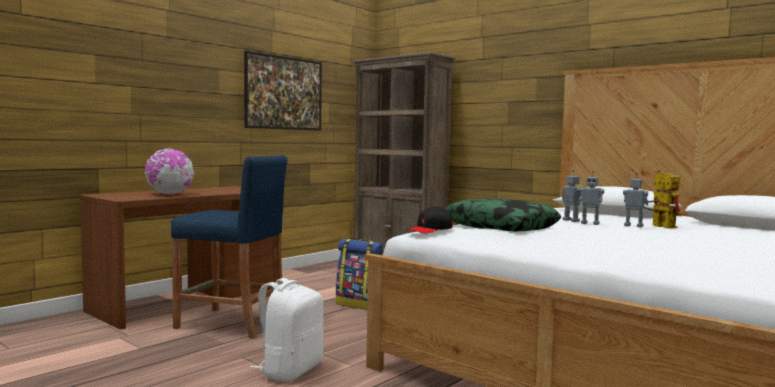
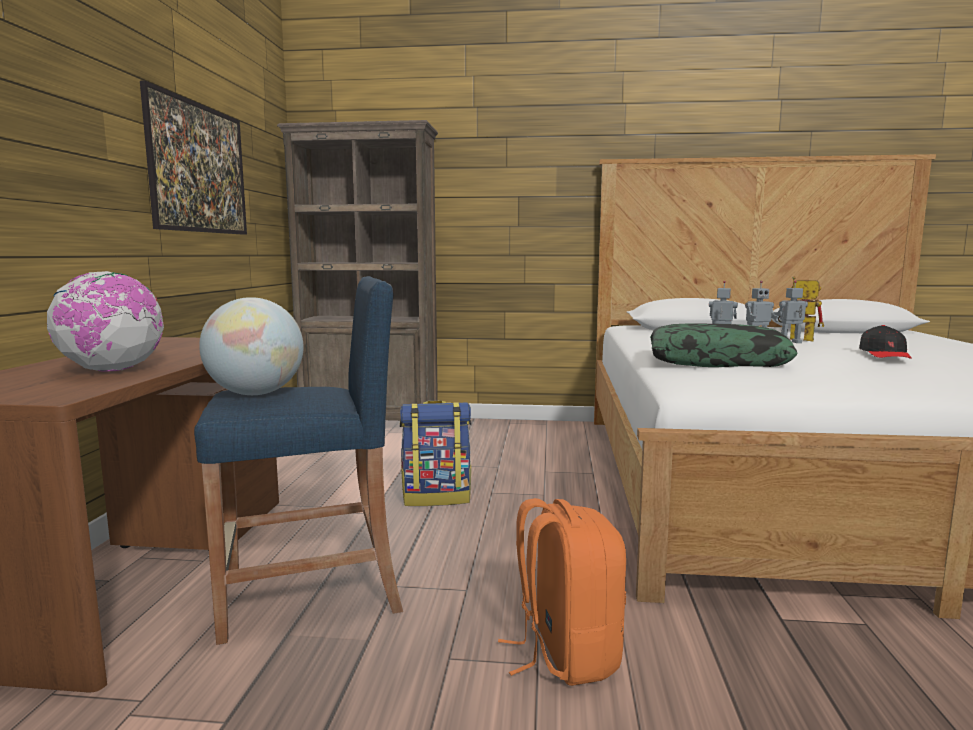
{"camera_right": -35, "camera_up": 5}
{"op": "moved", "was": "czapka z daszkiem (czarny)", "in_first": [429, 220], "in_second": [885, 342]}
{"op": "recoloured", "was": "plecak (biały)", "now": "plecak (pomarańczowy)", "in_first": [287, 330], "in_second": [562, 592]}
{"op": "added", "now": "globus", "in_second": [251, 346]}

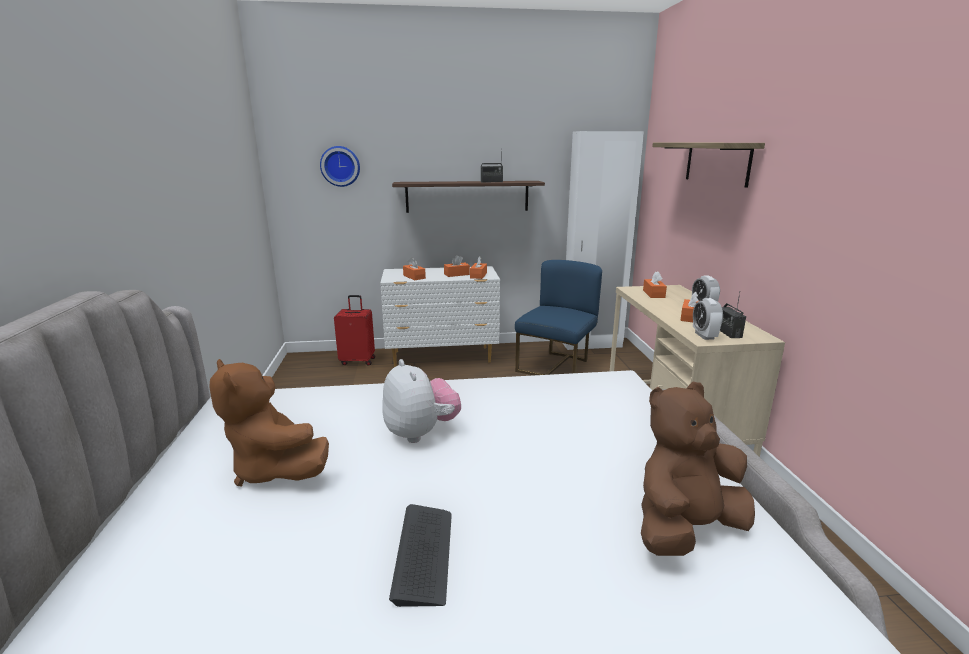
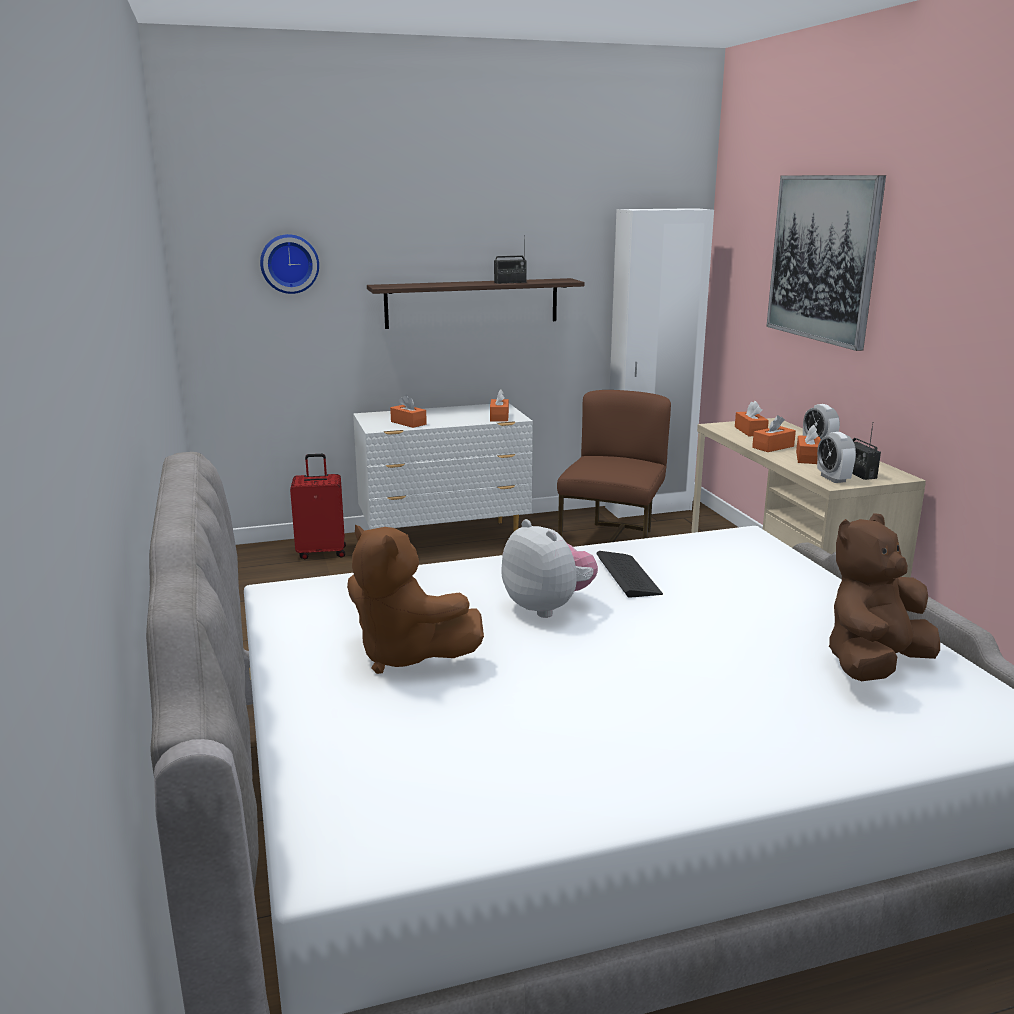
{"camera_right": -10, "camera_up": 0}
{"op": "replaced", "was": "półka", "now": "obraz", "in_first": [708, 165], "in_second": [826, 263]}
{"op": "moved", "was": "pudełko chusteczek (pomarańczowy)", "in_first": [457, 266], "in_second": [774, 433]}
{"op": "recoloured", "was": "krzesło (niebieski)", "now": "krzesło (brązowy)", "in_first": [558, 317], "in_second": [614, 466]}
{"op": "moved", "was": "klawiatura", "in_first": [420, 555], "in_second": [629, 574]}

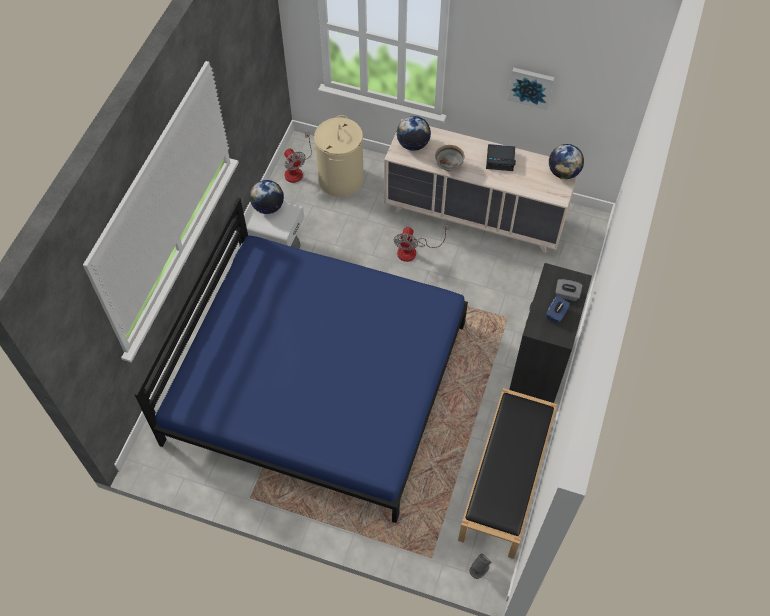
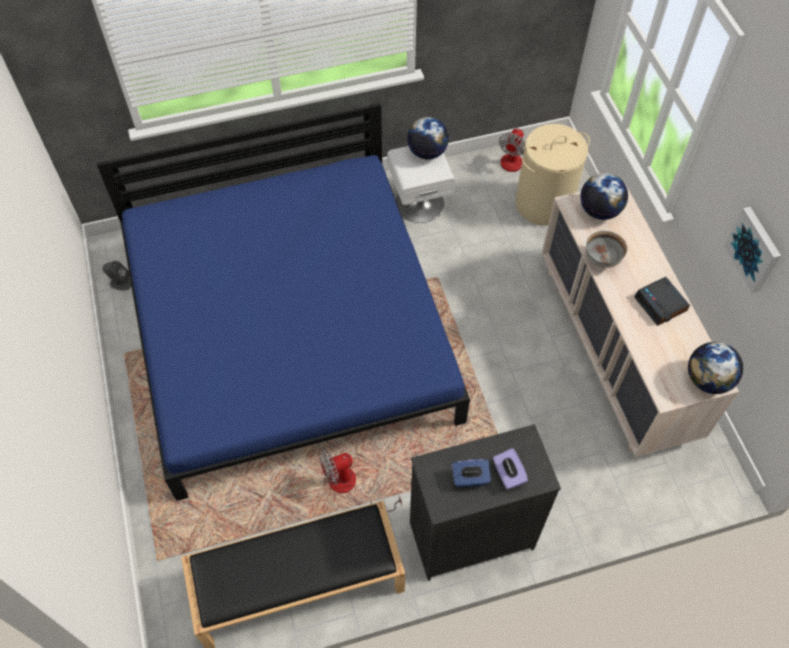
{"camera_right": 55, "camera_up": 0}
{"op": "moved", "was": "wentylator", "in_first": [421, 243], "in_second": [360, 481]}
{"op": "recoloured", "was": "pudełko chusteczek (szary)", "now": "pudełko chusteczek (fioletowy)", "in_first": [568, 290], "in_second": [510, 469]}
{"op": "moved", "was": "głośnik (szary)", "in_first": [480, 566], "in_second": [116, 276]}

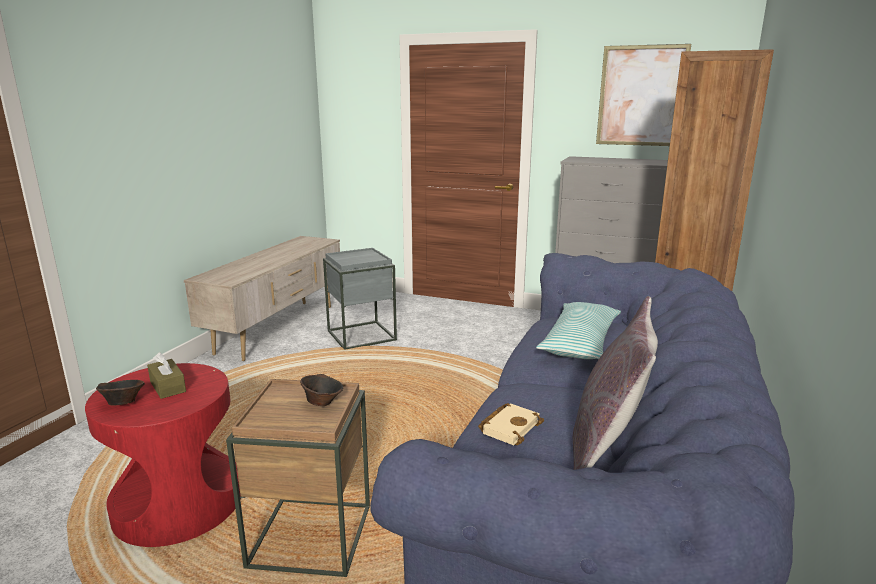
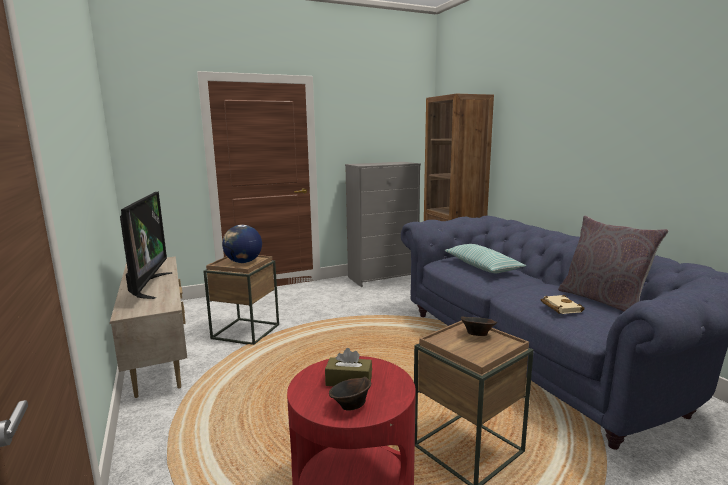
{"camera_right": -45, "camera_up": -5}
{"op": "removed", "was": "obraz", "in_first": [643, 95]}
{"op": "recoloured", "was": "stolik (szary)", "now": "stolik (brązowy)", "in_first": [360, 299], "in_second": [241, 300]}
{"op": "added", "now": "telewizor", "in_second": [146, 245]}
{"op": "added", "now": "globus", "in_second": [242, 244]}

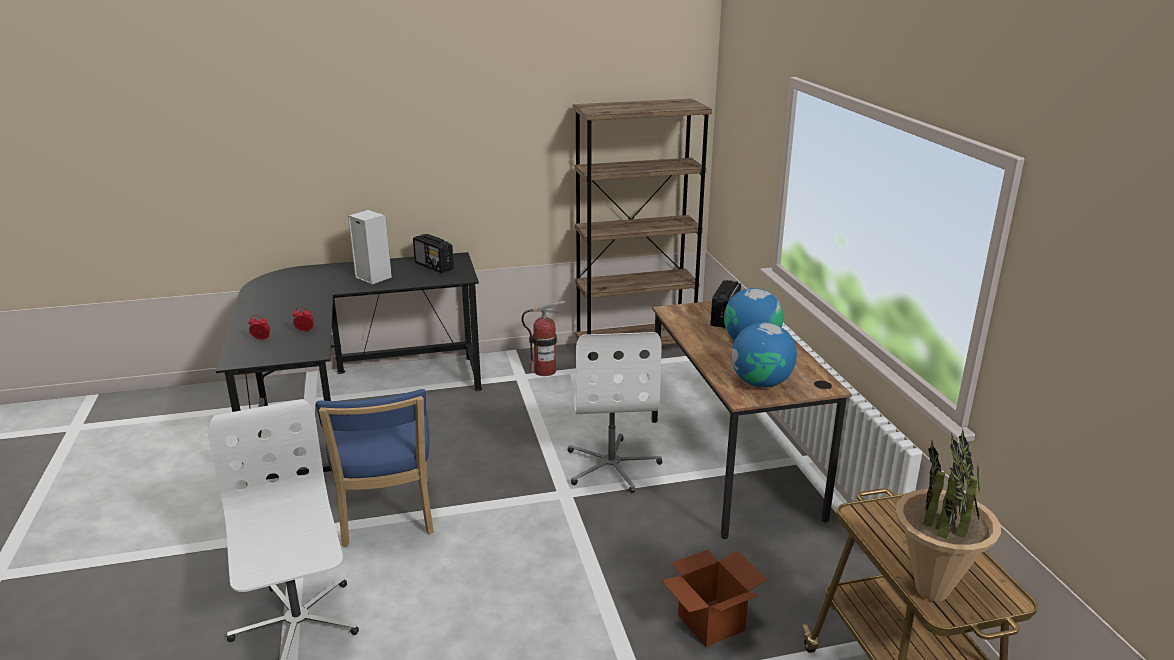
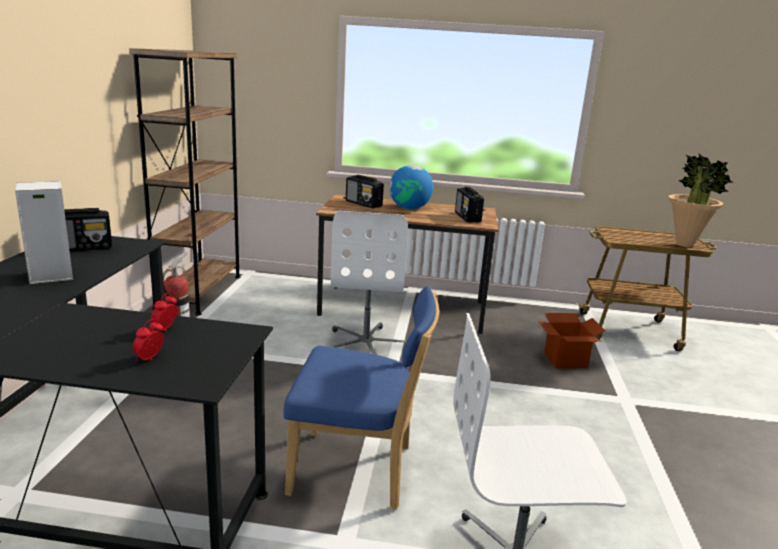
{"camera_right": -70, "camera_up": -5}
{"op": "replaced", "was": "globus", "now": "radio", "in_first": [764, 355], "in_second": [469, 205]}
{"op": "turned", "was": "krzesło biurowe (biały)", "in_first": [614, 412], "in_second": [369, 283], "clockwise": 75}

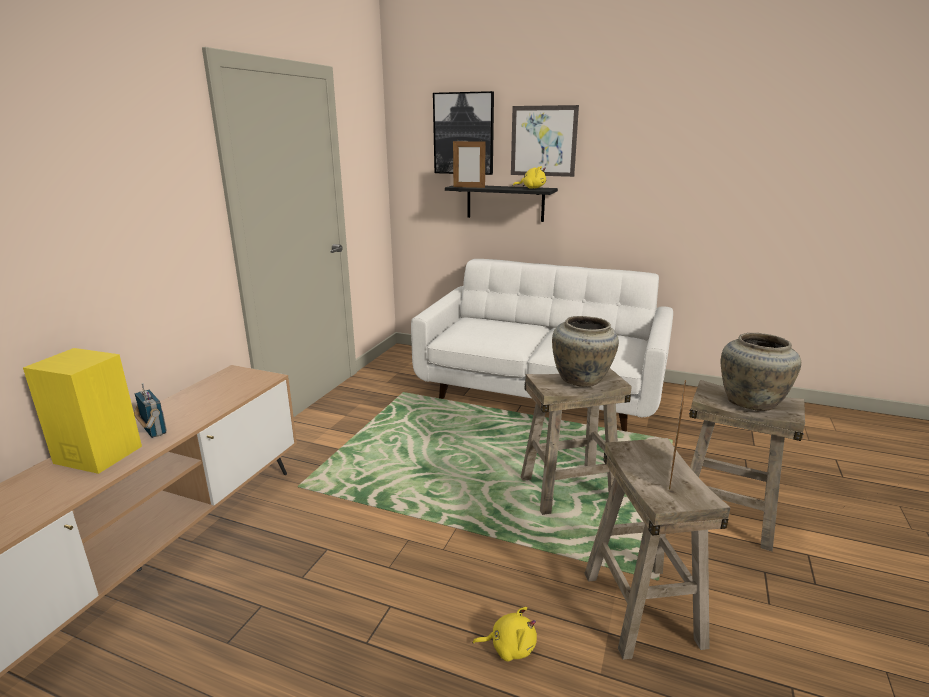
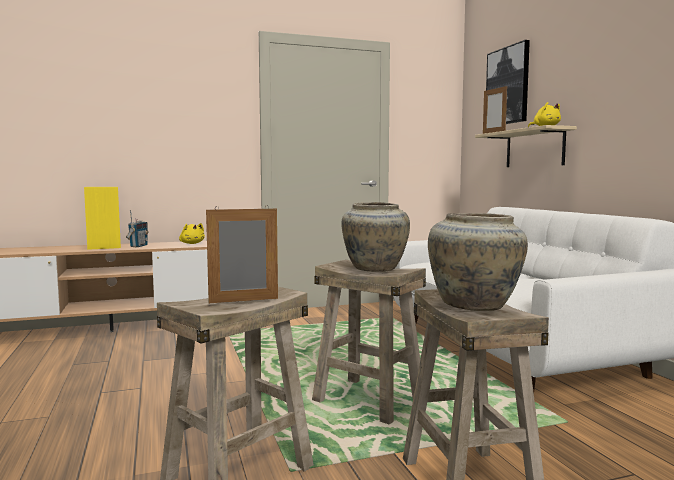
{"camera_right": 50, "camera_up": -15}
{"op": "removed", "was": "obraz", "in_first": [545, 141]}
{"op": "recoloured", "was": "półka (czarny)", "now": "półka (beżowy)", "in_first": [501, 204], "in_second": [526, 146]}
{"op": "moved", "was": "pluszak (żółty)", "in_first": [505, 634], "in_second": [192, 233]}

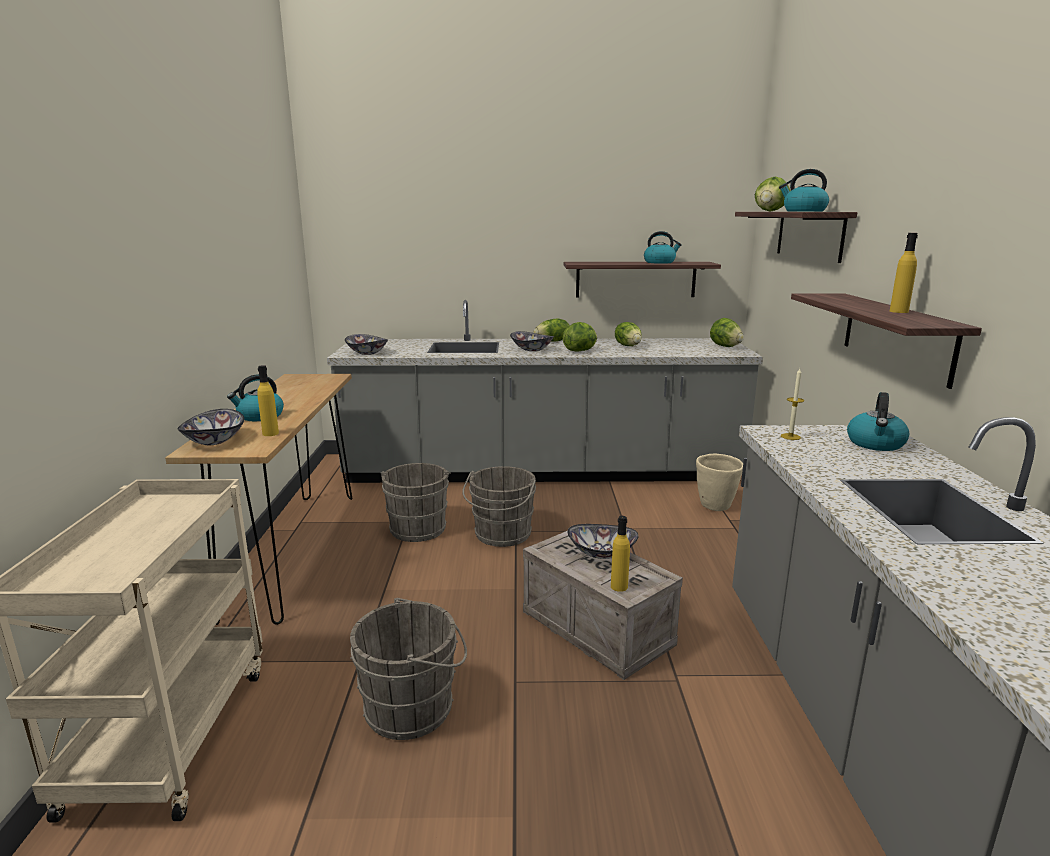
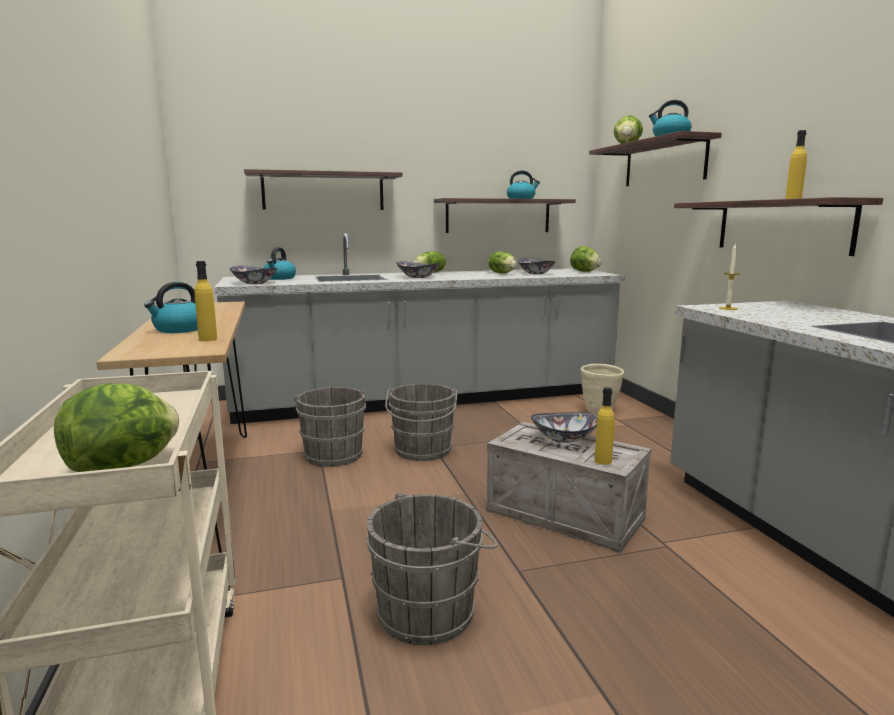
{"camera_right": -15, "camera_up": -5}
{"op": "moved", "was": "sałata", "in_first": [580, 337], "in_second": [116, 427]}
{"op": "moved", "was": "czajnik", "in_first": [878, 421], "in_second": [279, 263]}
{"op": "moved", "was": "miska", "in_first": [211, 427], "in_second": [536, 266]}
{"op": "added", "now": "półka", "in_second": [323, 189]}

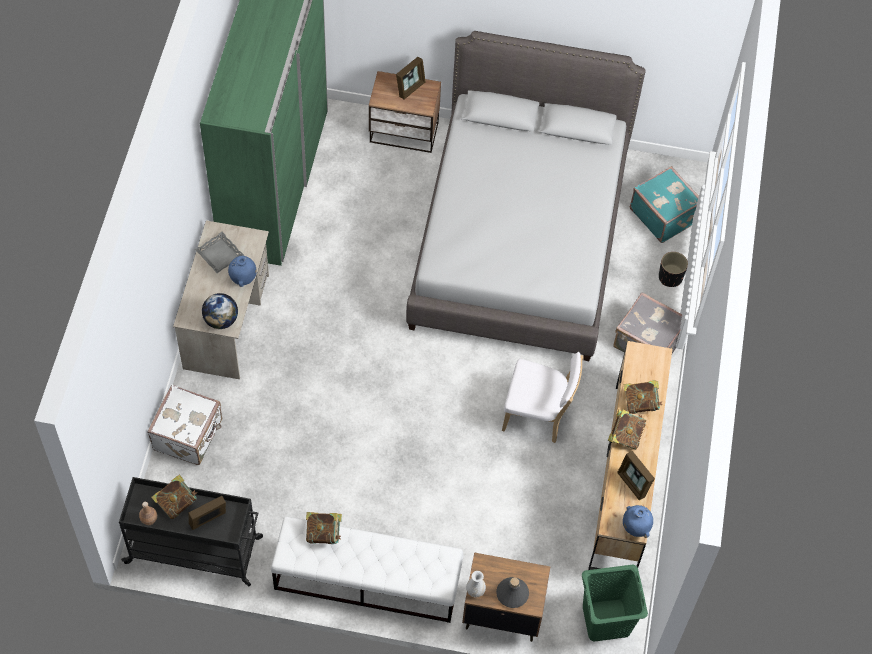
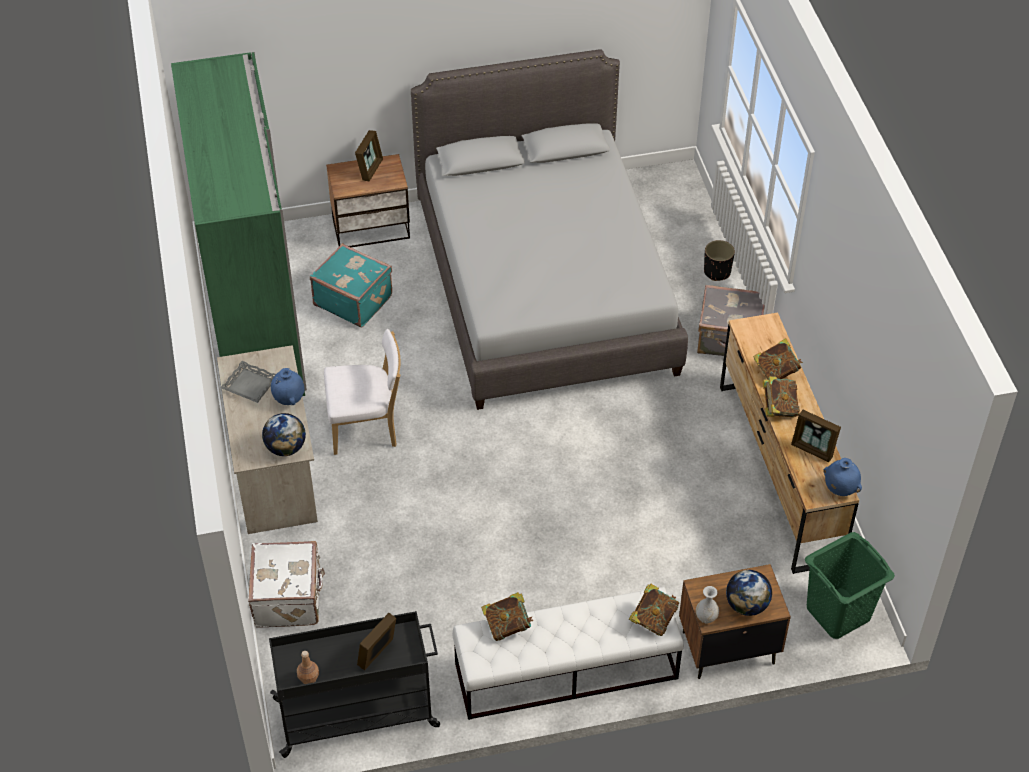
{"camera_right": -20, "camera_up": -10}
{"op": "moved", "was": "walizka (turkusowy)", "in_first": [664, 204], "in_second": [351, 285]}
{"op": "moved", "was": "krzesło (biały)", "in_first": [543, 397], "in_second": [362, 392]}
{"op": "moved", "was": "książka", "in_first": [174, 497], "in_second": [654, 610]}
{"op": "replaced", "was": "butelka (szary)", "now": "globus", "in_first": [512, 592], "in_second": [749, 593]}

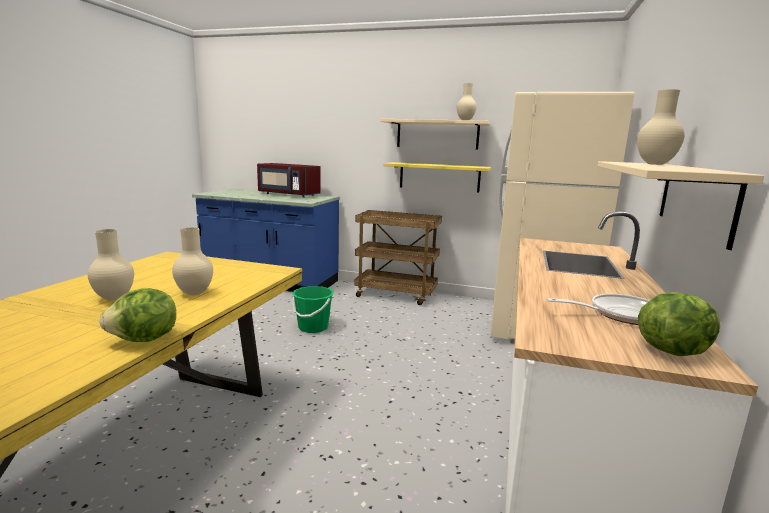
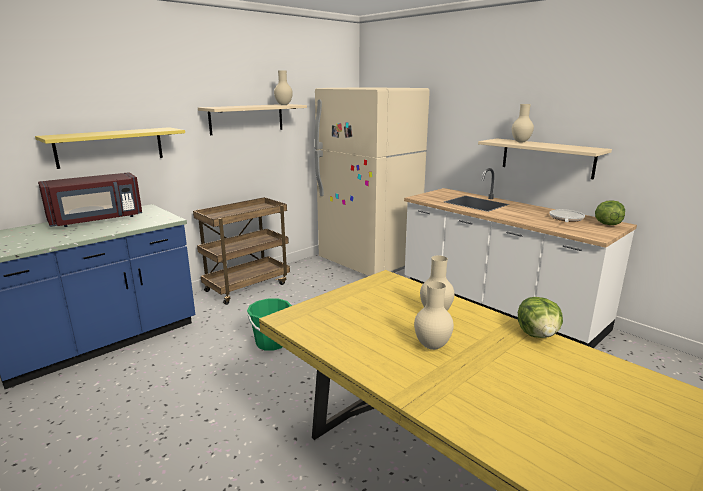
{"camera_right": -60, "camera_up": 5}
{"op": "moved", "was": "półka (żółty)", "in_first": [437, 177], "in_second": [110, 148]}

